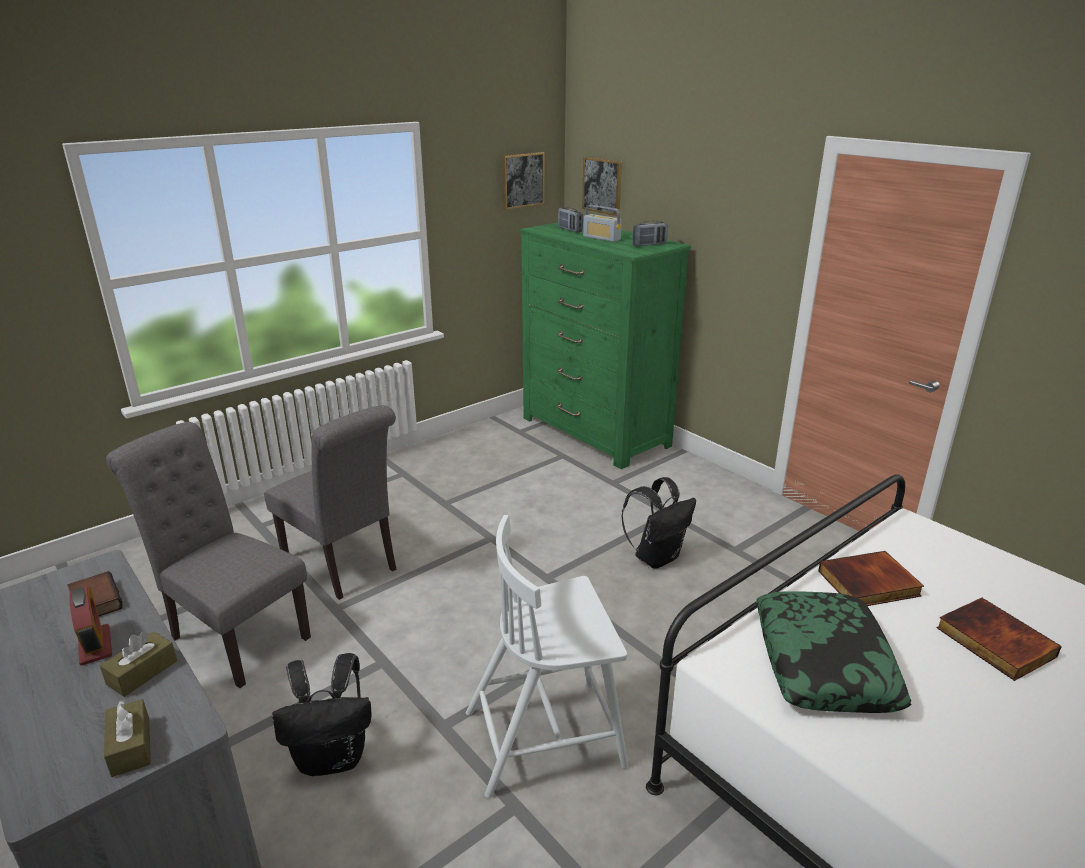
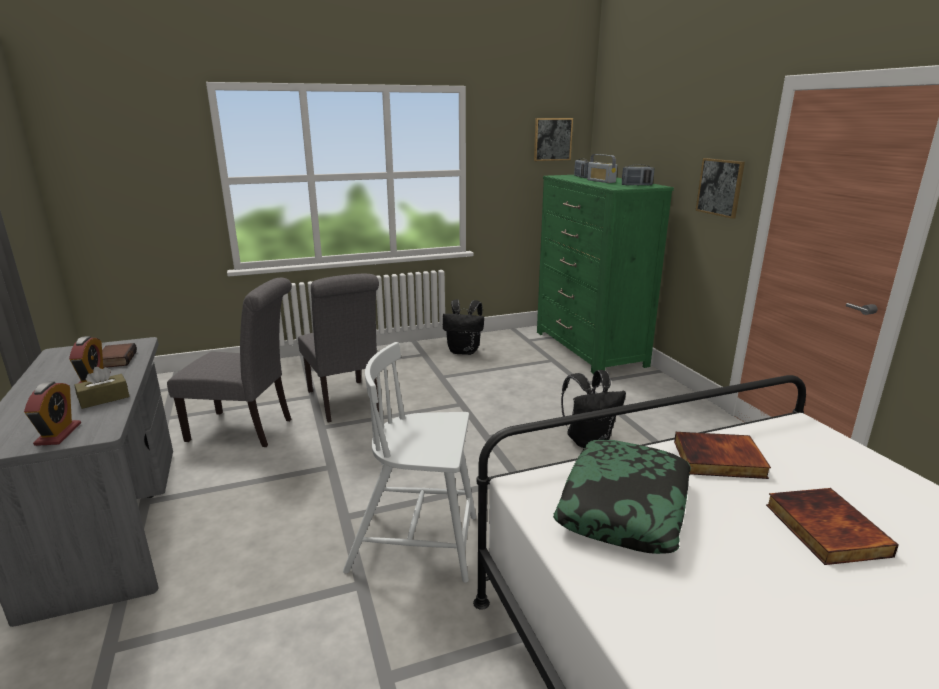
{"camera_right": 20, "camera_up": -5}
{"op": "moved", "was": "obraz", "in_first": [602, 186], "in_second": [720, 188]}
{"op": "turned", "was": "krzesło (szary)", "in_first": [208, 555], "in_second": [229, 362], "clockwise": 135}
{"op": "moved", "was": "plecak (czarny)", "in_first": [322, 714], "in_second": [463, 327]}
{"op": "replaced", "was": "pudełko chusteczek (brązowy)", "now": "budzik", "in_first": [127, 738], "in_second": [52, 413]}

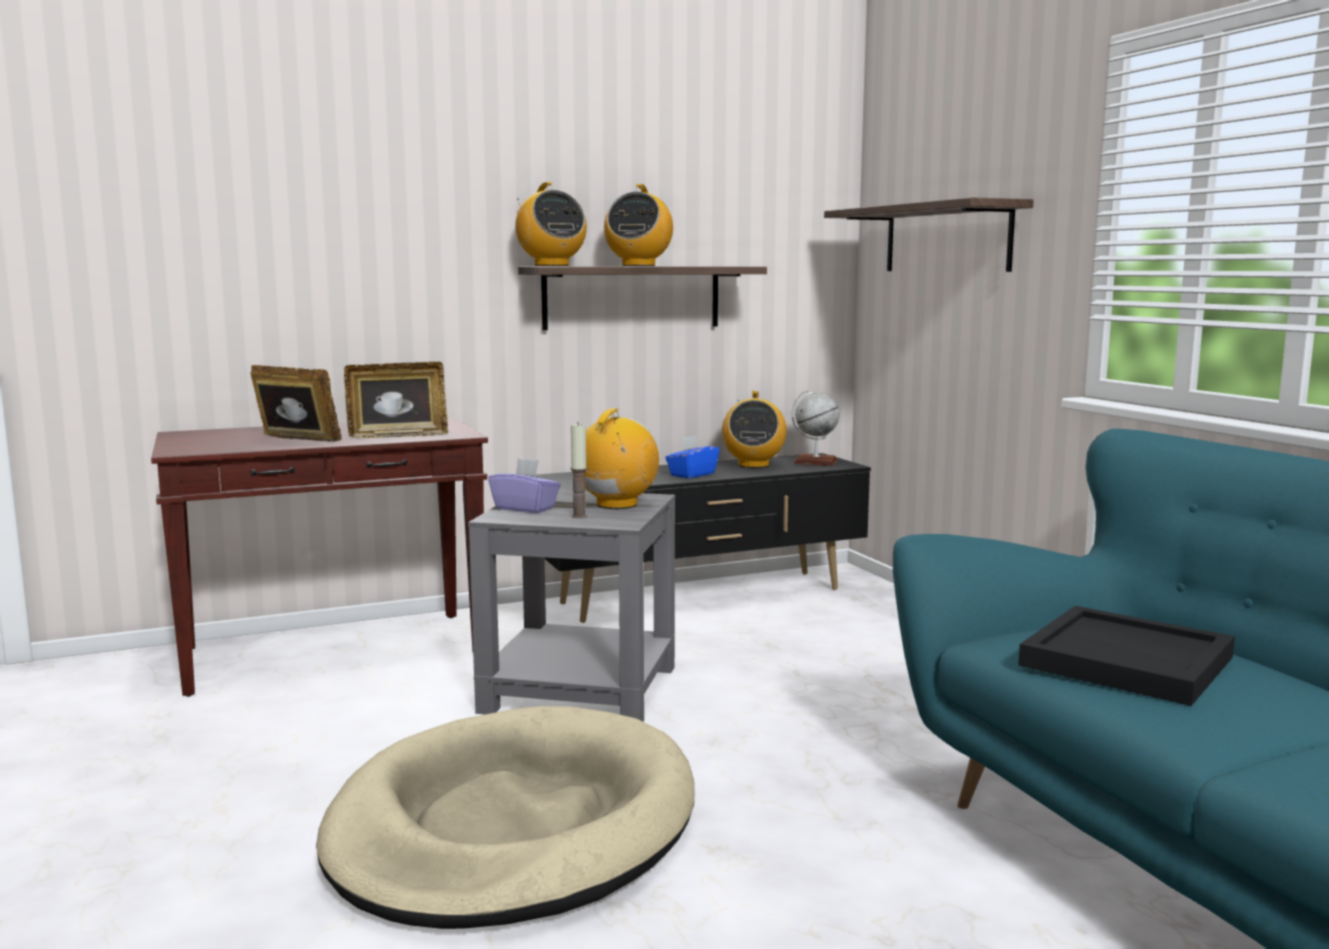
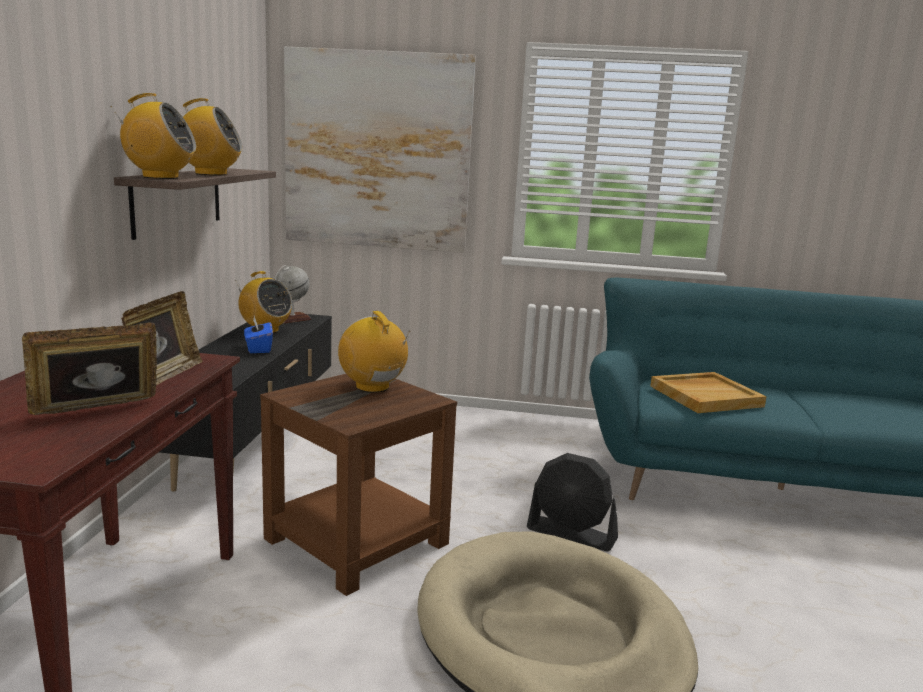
{"camera_right": -60, "camera_up": 5}
{"op": "turned", "was": "radio", "in_first": [638, 225], "in_second": [213, 137], "clockwise": -45}
{"op": "replaced", "was": "półka", "now": "obraz", "in_first": [929, 234], "in_second": [380, 150]}
{"op": "removed", "was": "świeca", "in_first": [579, 470]}
{"op": "removed", "was": "pudełko chusteczek (fioletowy)", "in_first": [524, 485]}
{"op": "recoloured", "was": "stolik (szary)", "now": "stolik (brązowy)", "in_first": [571, 606], "in_second": [358, 485]}
{"op": "recoloured", "was": "taca (czarny)", "now": "taca (beżowy)", "in_first": [1126, 656], "in_second": [708, 392]}
{"op": "added", "now": "wentylator (czarny)", "in_second": [572, 502]}

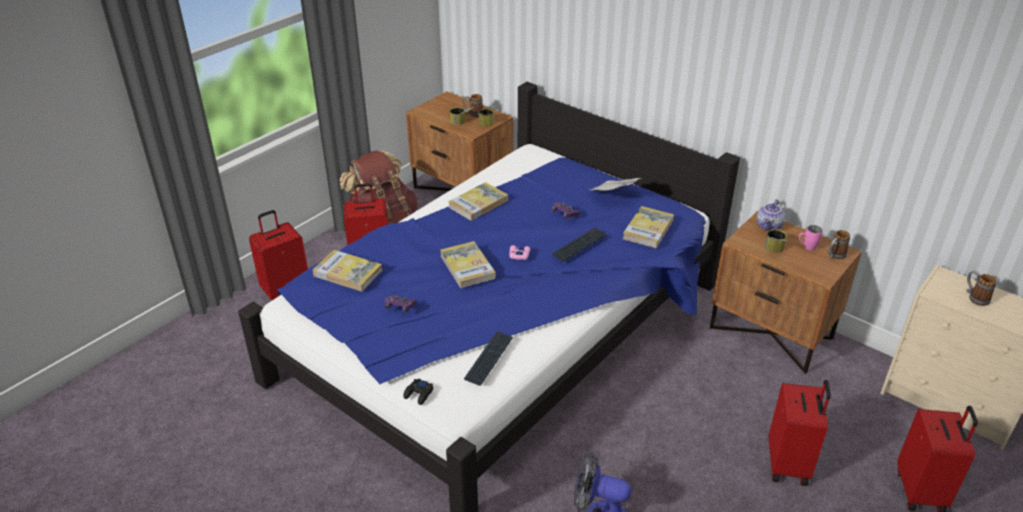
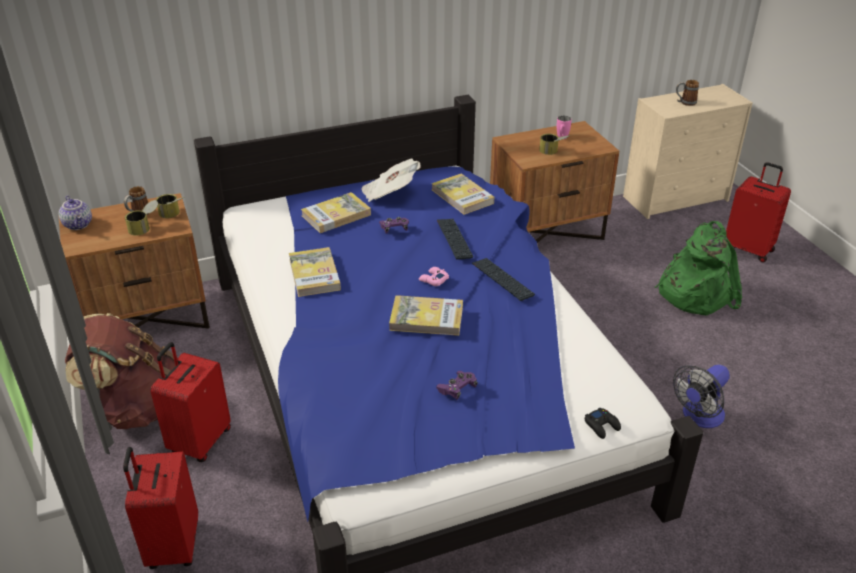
{"camera_right": -60, "camera_up": 0}
{"op": "moved", "was": "imbryk", "in_first": [771, 215], "in_second": [75, 212]}
{"op": "removed", "was": "kubek", "in_first": [839, 244]}
{"op": "moved", "was": "książka", "in_first": [348, 271], "in_second": [336, 212]}
{"op": "moved", "was": "klawiatura", "in_first": [488, 358], "in_second": [503, 279]}
{"op": "replaced", "was": "walizka (czerwony)", "now": "plecak (zielony)", "in_first": [800, 433], "in_second": [698, 268]}

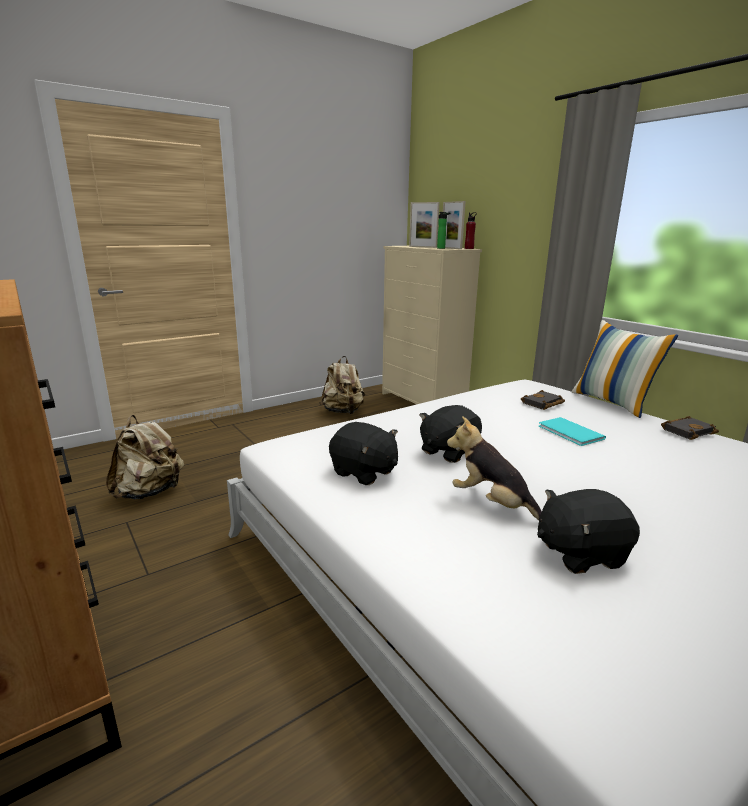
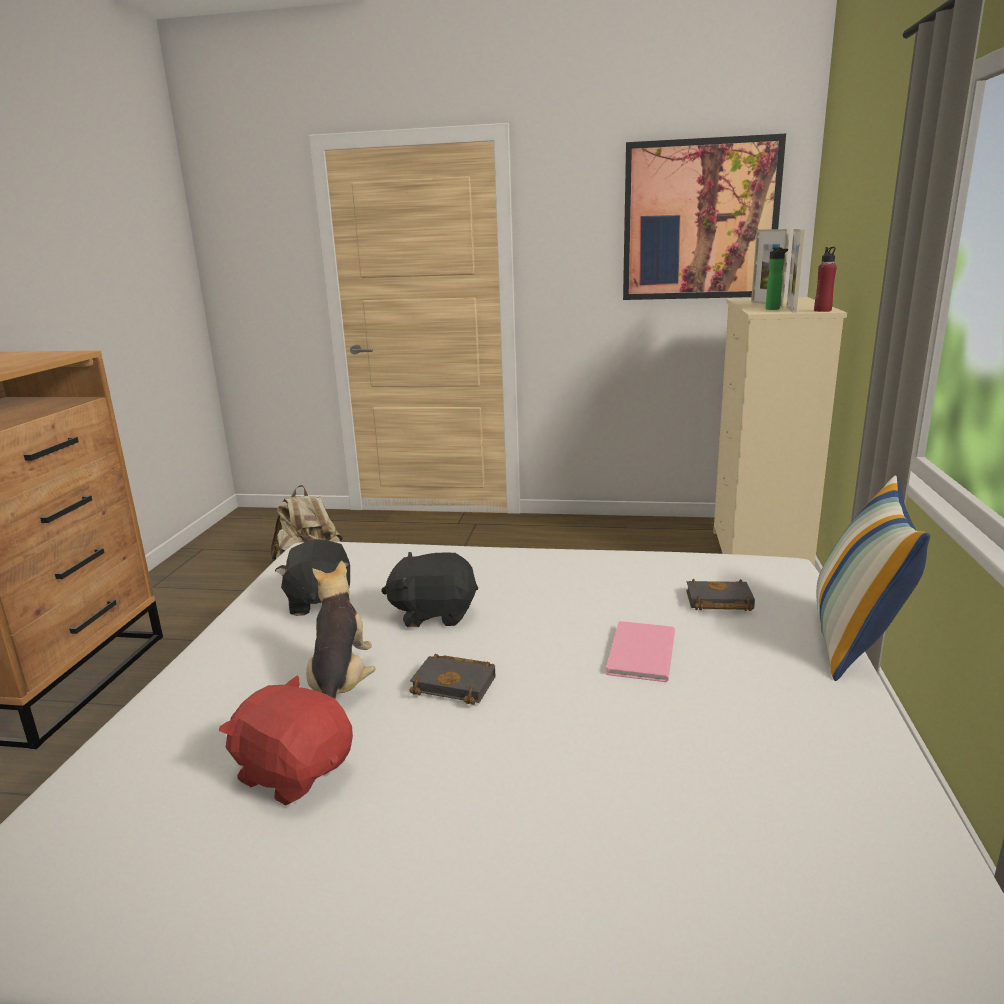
{"camera_right": 45, "camera_up": 0}
{"op": "removed", "was": "plecak (beżowy)", "in_first": [342, 385]}
{"op": "moved", "was": "książka (czarny)", "in_first": [690, 428], "in_second": [452, 679]}
{"op": "recoloured", "was": "książka (turkusowy)", "now": "książka (różowy)", "in_first": [572, 431], "in_second": [640, 651]}
{"op": "recoloured", "was": "pluszak (czarny)", "now": "pluszak (czerwony)", "in_first": [588, 531], "in_second": [286, 740]}
{"op": "added", "now": "obraz", "in_second": [704, 217]}

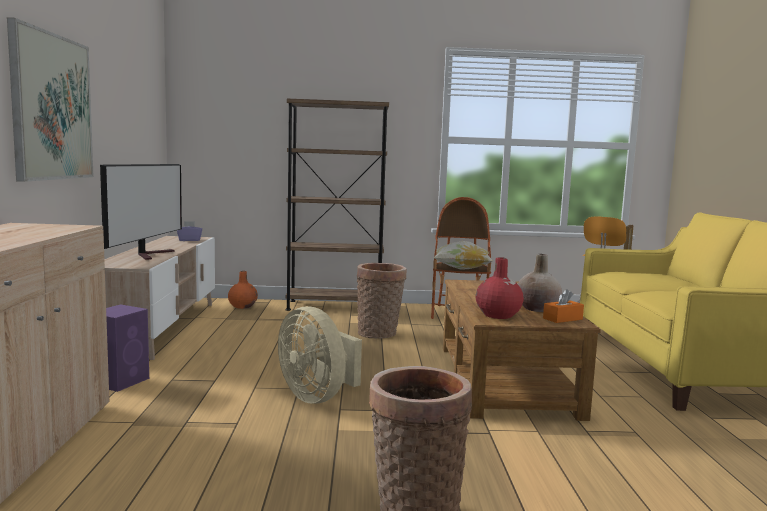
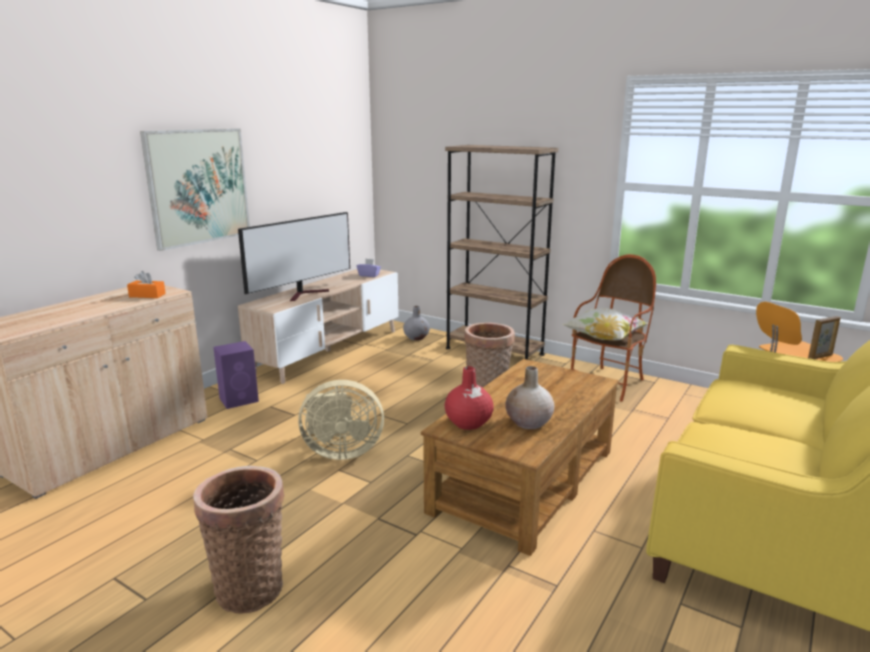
{"camera_right": 35, "camera_up": 10}
{"op": "recoloured", "was": "wazon (pomarańczowy)", "now": "wazon (szary)", "in_first": [243, 290], "in_second": [416, 323]}
{"op": "moved", "was": "pudełko chusteczek (pomarańczowy)", "in_first": [563, 306], "in_second": [146, 284]}
{"op": "turned", "was": "wentylator (beżowy)", "in_first": [320, 355], "in_second": [341, 420], "clockwise": -90}

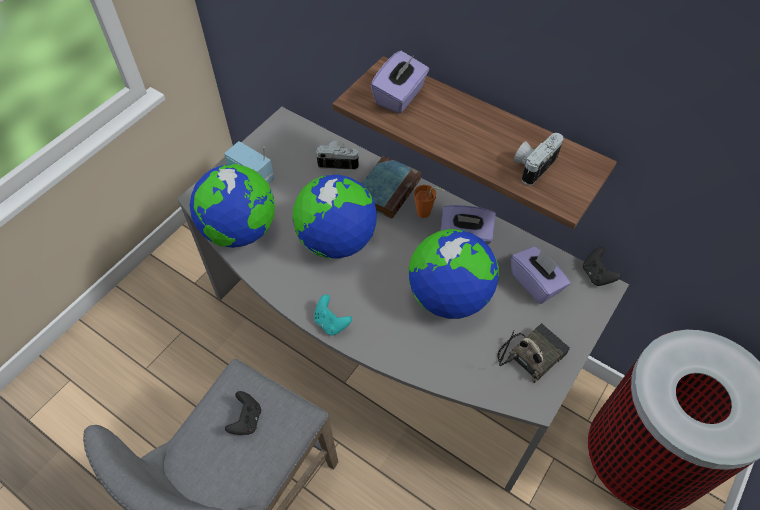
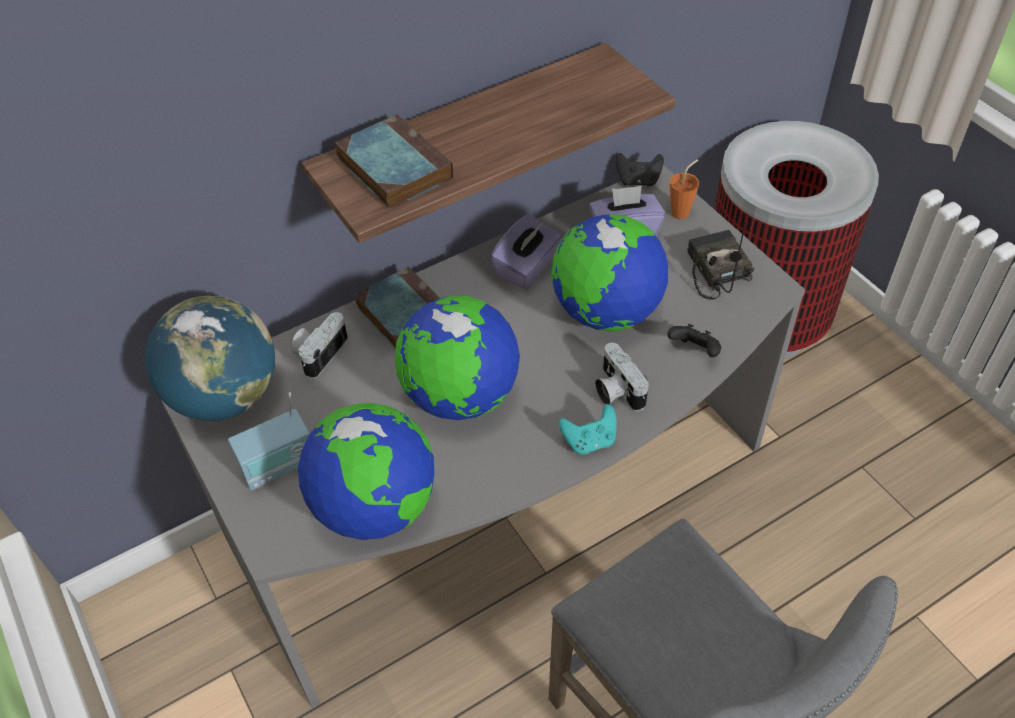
{"camera_right": -65, "camera_up": -5}
{"op": "replaced", "was": "pudełko chusteczek (fioletowy)", "now": "książka", "in_first": [400, 82], "in_second": [394, 162]}
{"op": "moved", "was": "aparat fotograficzny", "in_first": [538, 159], "in_second": [622, 377]}
{"op": "moved", "was": "filiżanka (pomarańczowy)", "in_first": [429, 201], "in_second": [684, 189]}
{"op": "moved", "was": "pad do gier (czarny)", "in_first": [243, 413], "in_second": [694, 340]}
{"op": "added", "now": "globus", "in_second": [210, 358]}

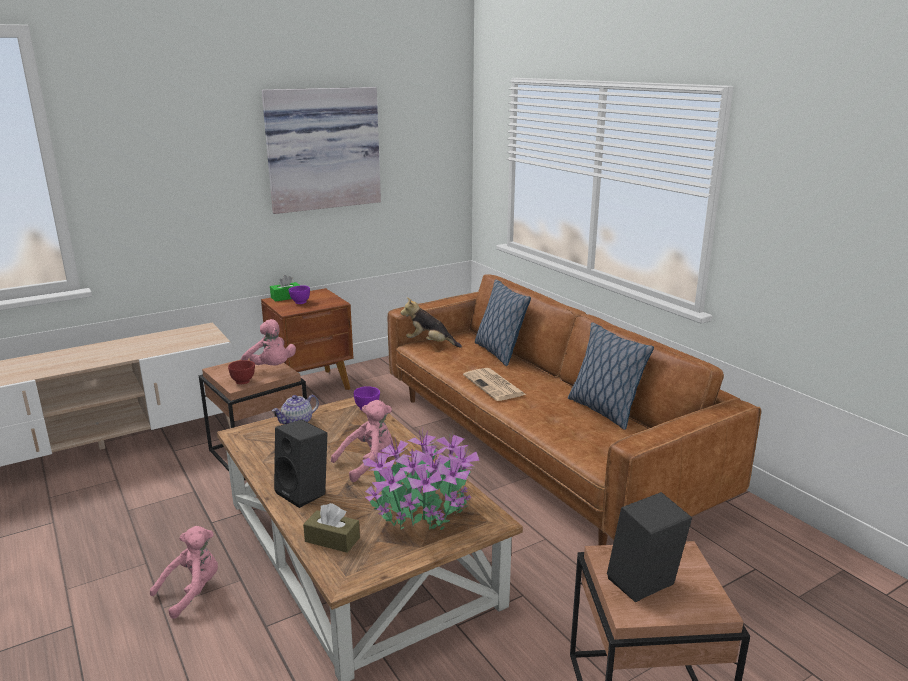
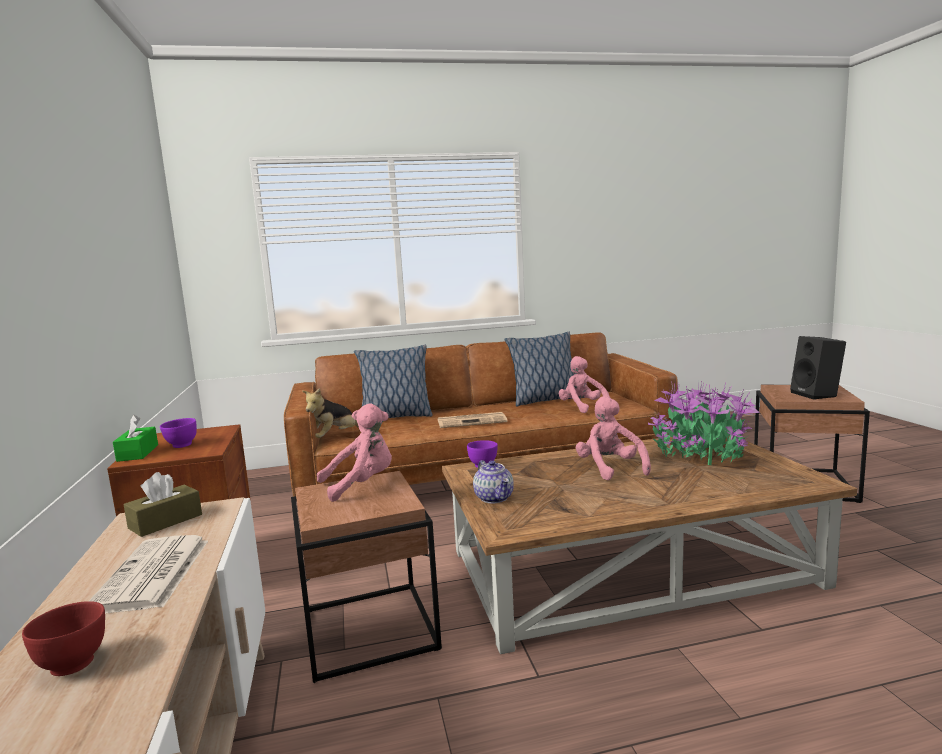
{"camera_right": -70, "camera_up": -10}
{"op": "removed", "was": "obraz", "in_first": [321, 150]}
{"op": "moved", "was": "miska (czerwony)", "in_first": [241, 372], "in_second": [63, 638]}
{"op": "removed", "was": "głośnik (czarny)", "in_first": [301, 464]}
{"op": "moved", "was": "pudełko chusteczek (brązowy)", "in_first": [331, 528], "in_second": [162, 504]}
{"op": "moved", "was": "pluszak (różowy)", "in_first": [184, 572], "in_second": [584, 384]}
{"op": "added", "now": "gazeta", "in_second": [148, 574]}

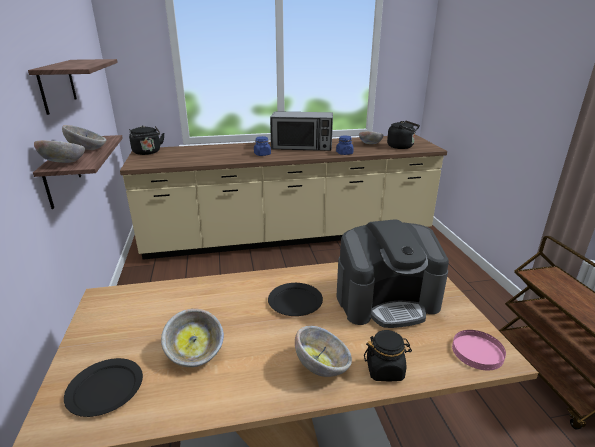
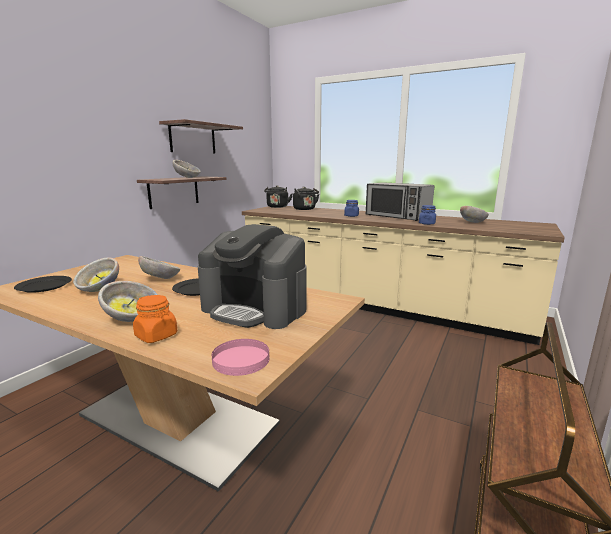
{"camera_right": 40, "camera_up": -10}
{"op": "moved", "was": "czajnik (czarny)", "in_first": [403, 134], "in_second": [306, 198]}
{"op": "moved", "was": "miska", "in_first": [59, 151], "in_second": [159, 267]}
{"op": "recoloured", "was": "słoik (czarny)", "now": "słoik (pomarańczowy)", "in_first": [388, 356], "in_second": [155, 319]}

